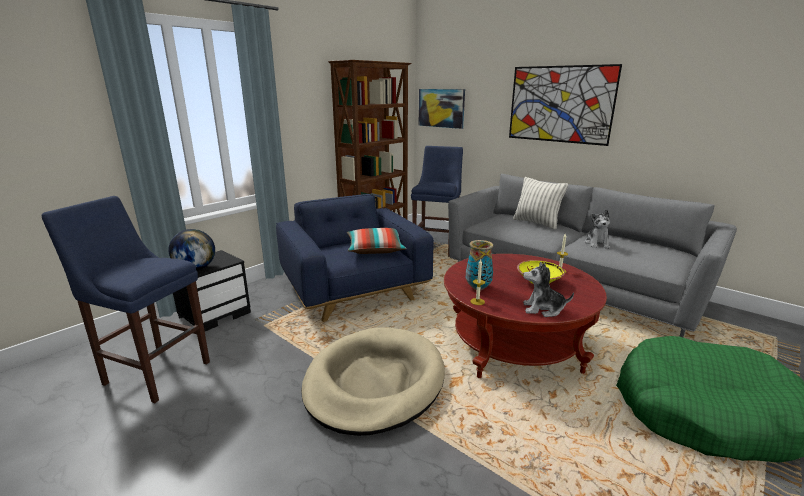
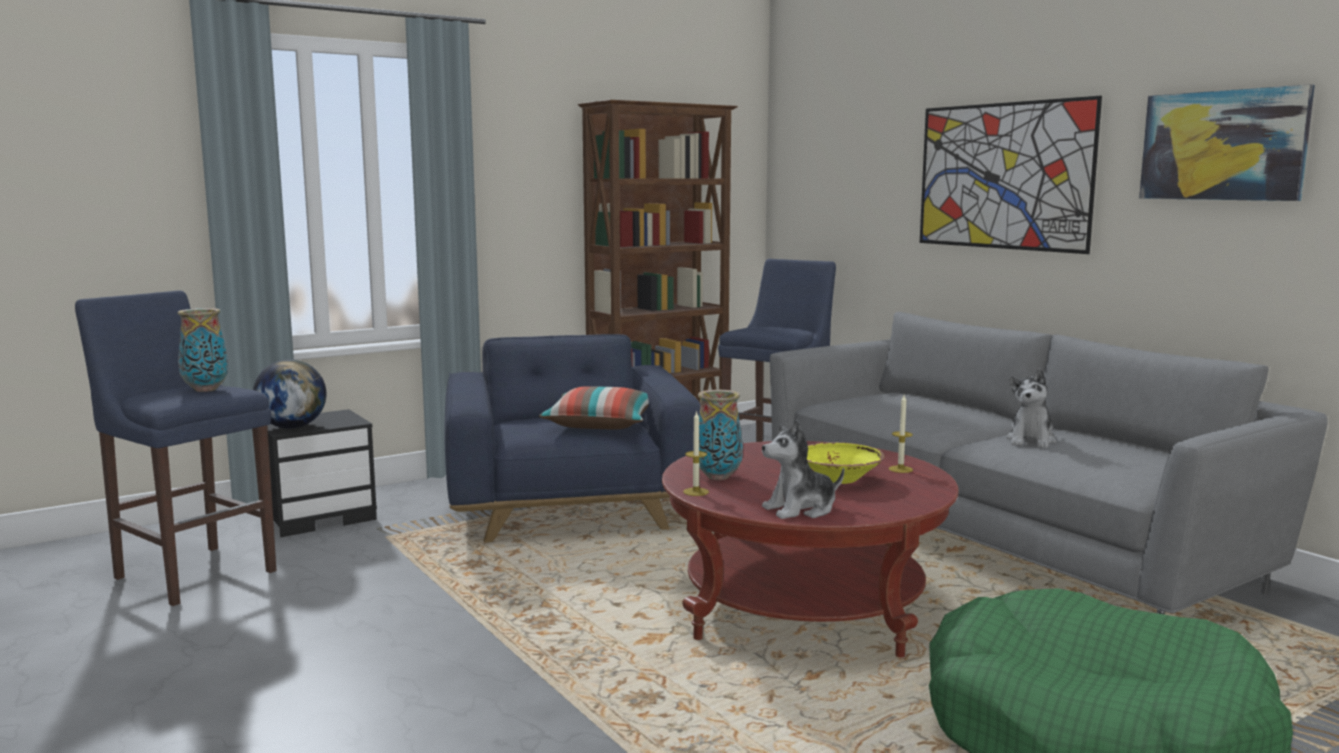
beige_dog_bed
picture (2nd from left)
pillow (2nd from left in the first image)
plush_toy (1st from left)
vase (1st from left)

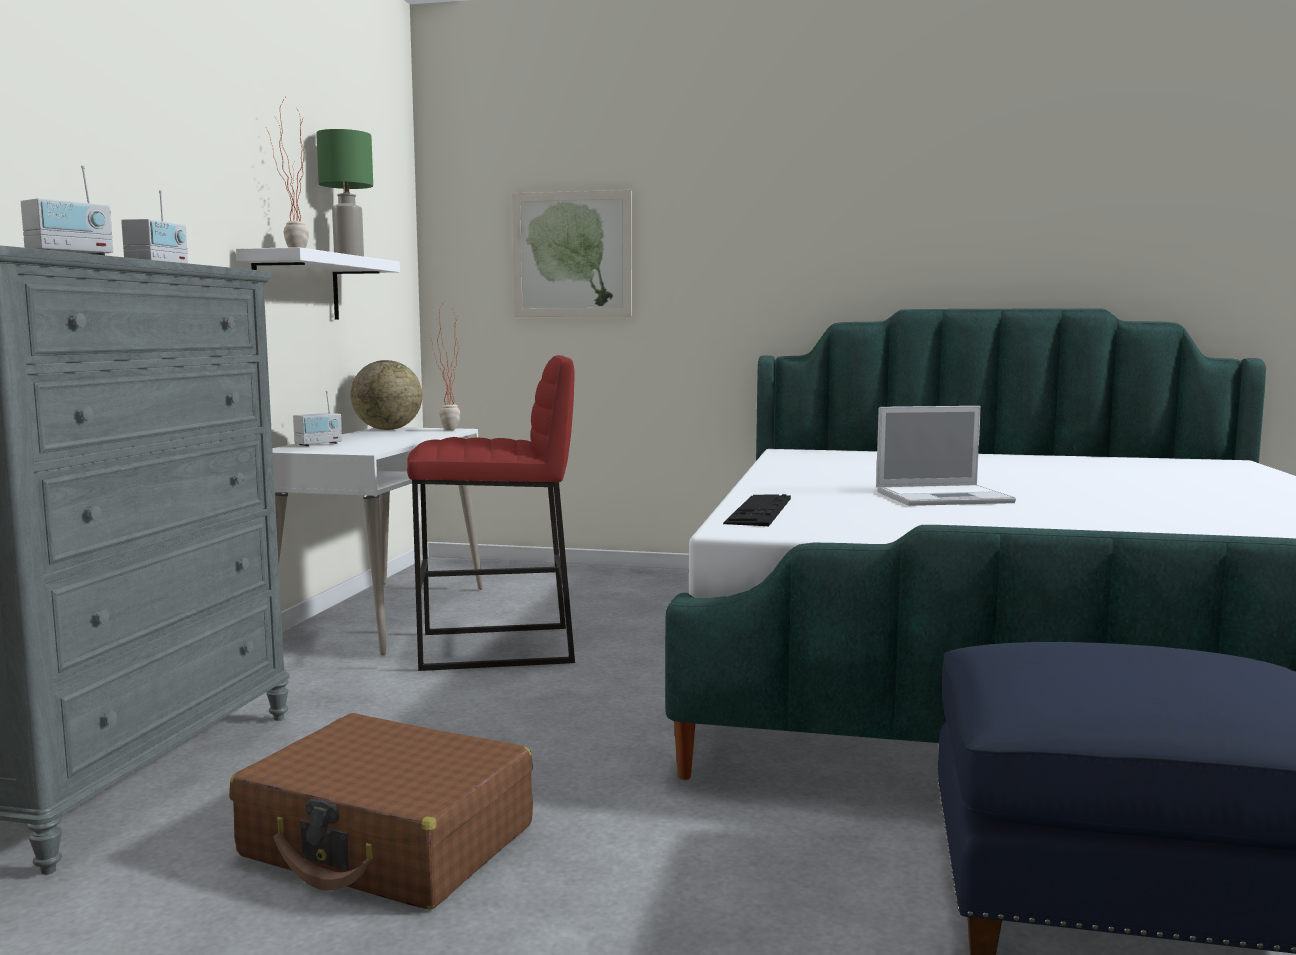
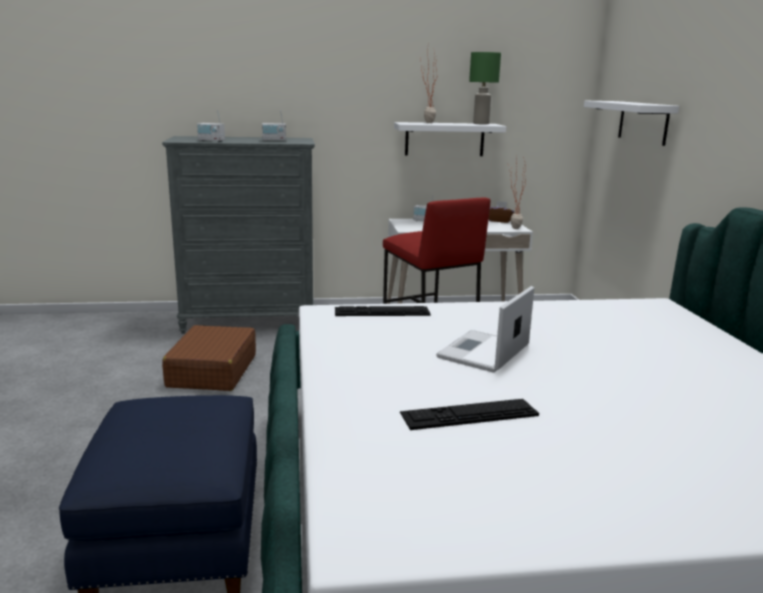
brown_tissue_box
white_shelf (2nd from left)
laptop
keyboard (2nd from left)

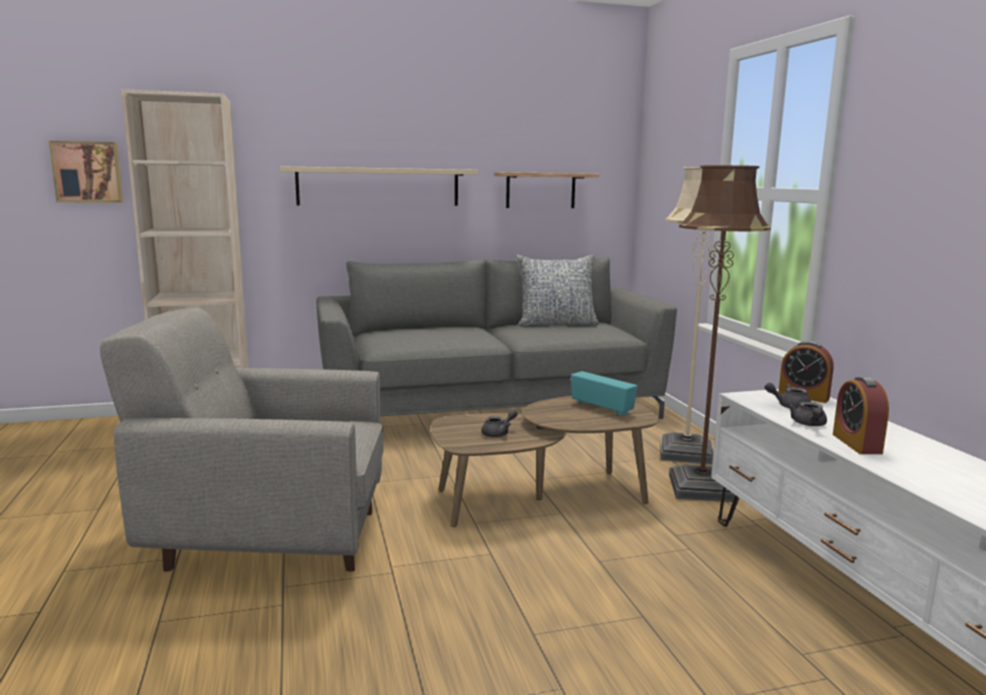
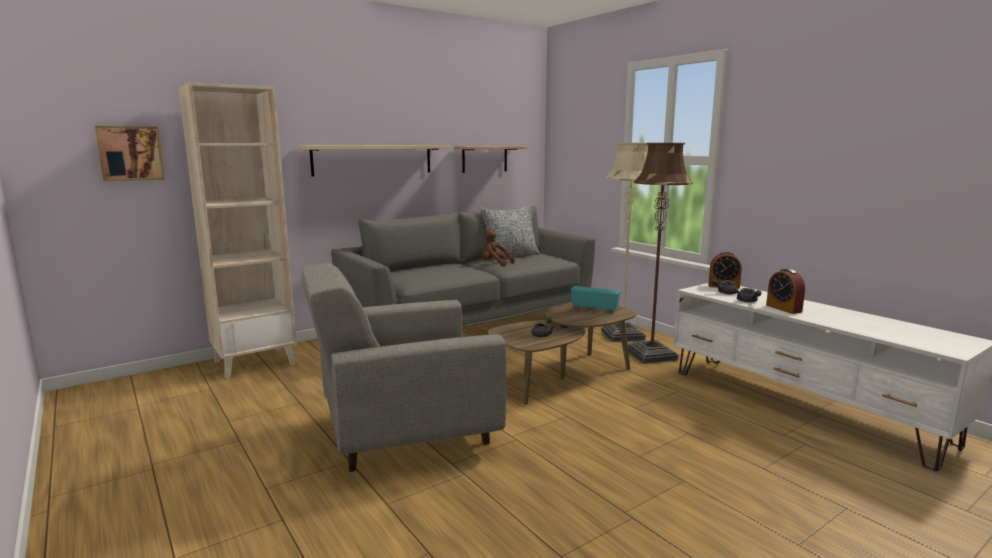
brown_plush_toy

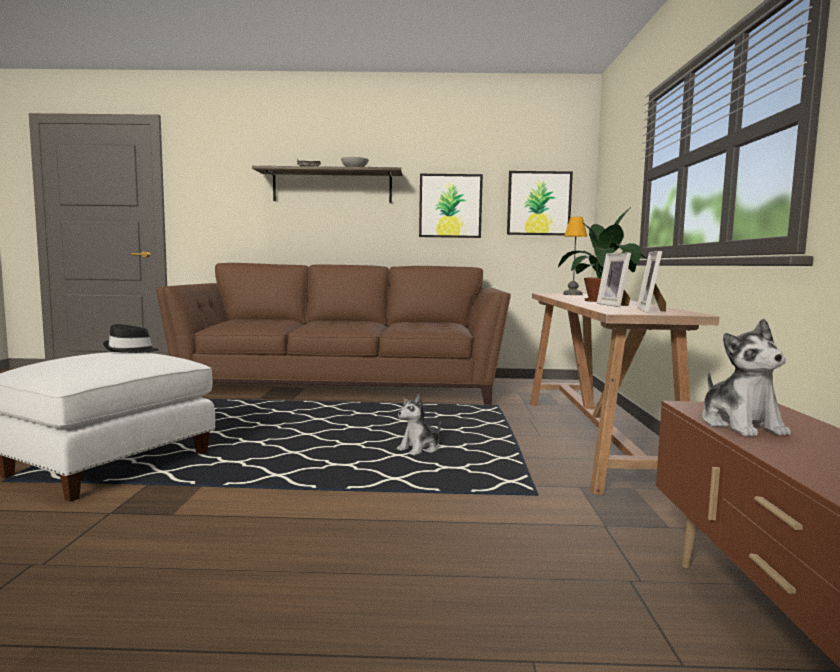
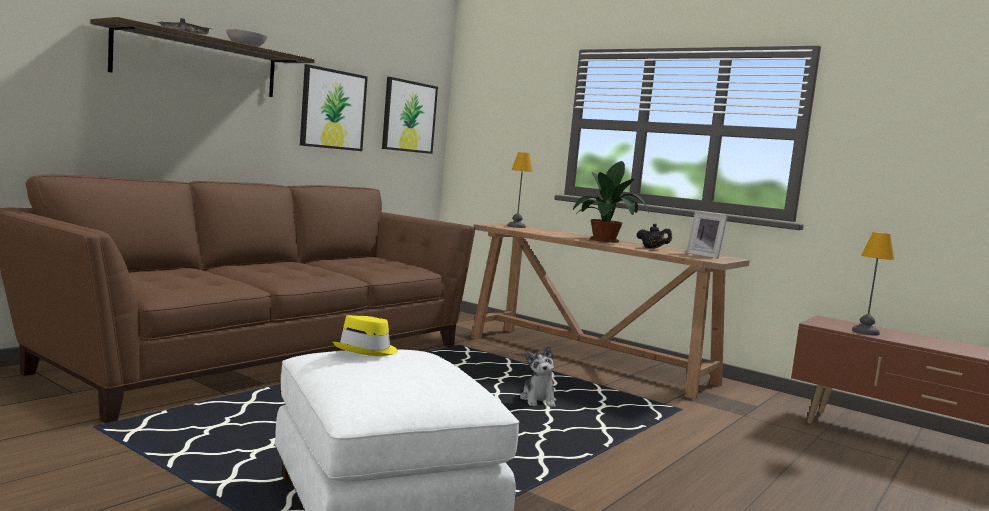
yellow_hat
black_teapot
table_lamp (2nd from left)

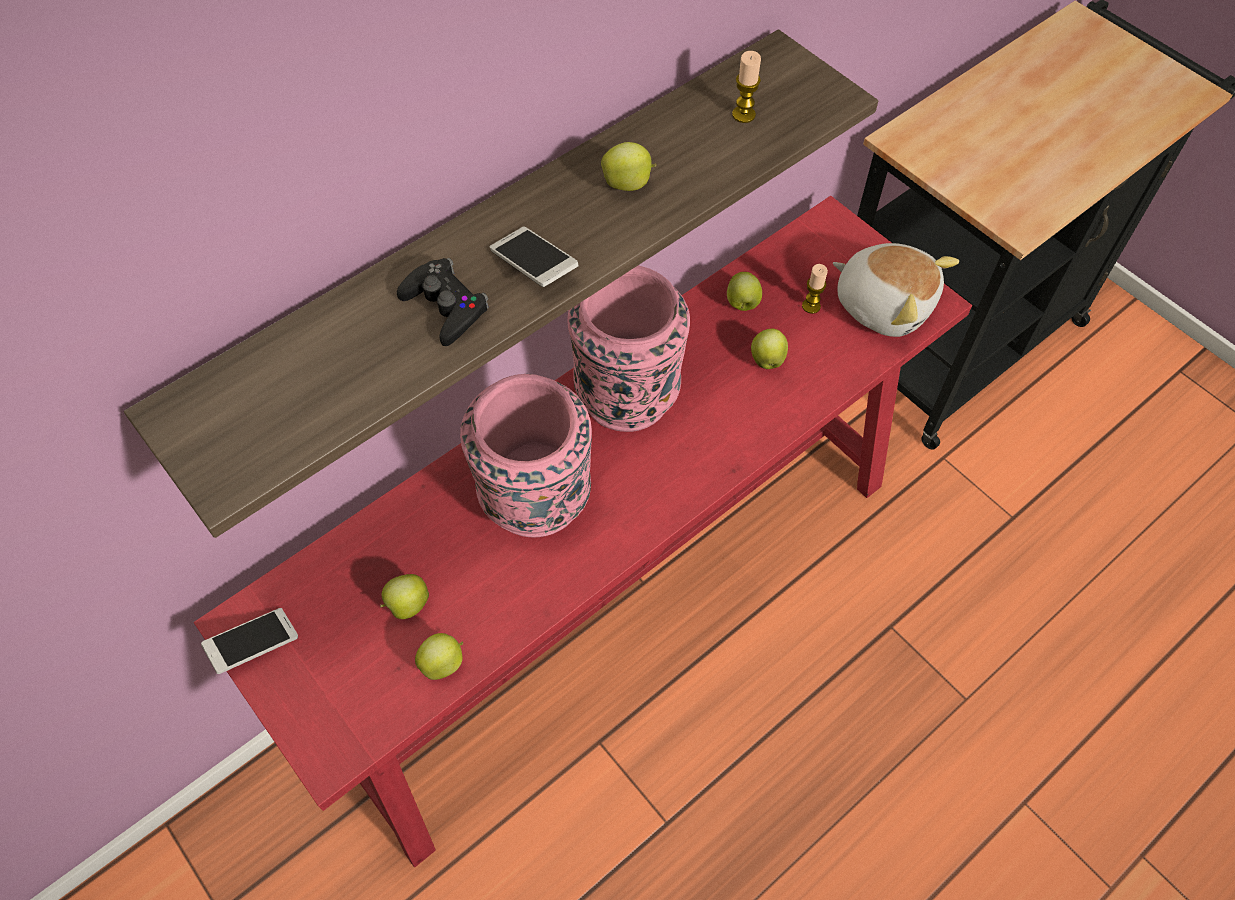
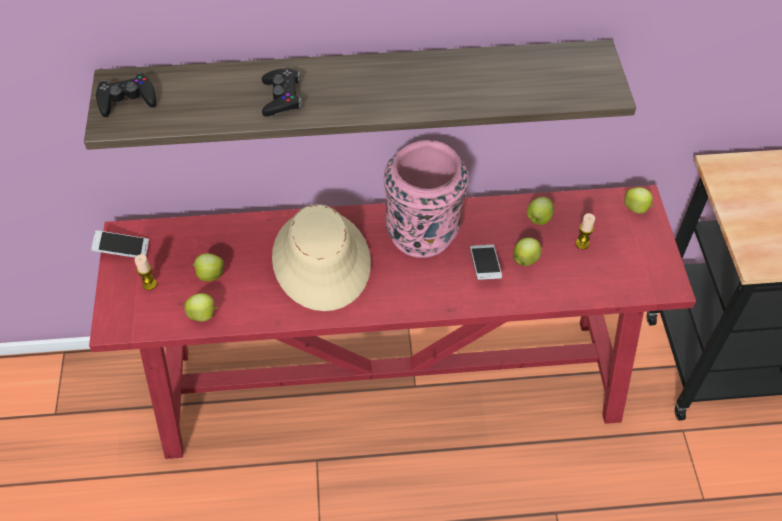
beige_hat
phone (2nd from left)
apple (5th from left)
candle (1st from left)
plush_toy
black_game_controller (1st from left)

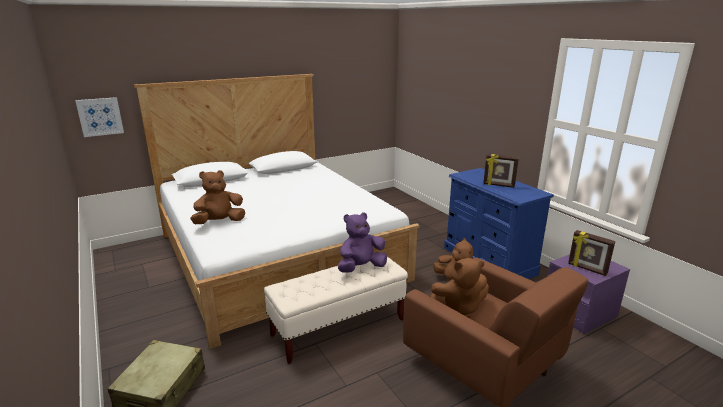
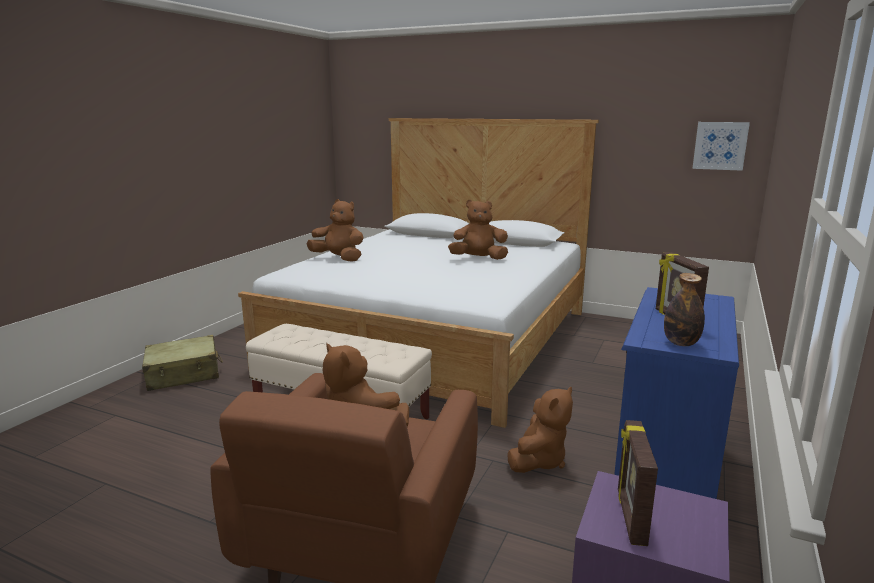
picture
purple_plush_toy
brown_plush_toy (3rd from left)
bottle

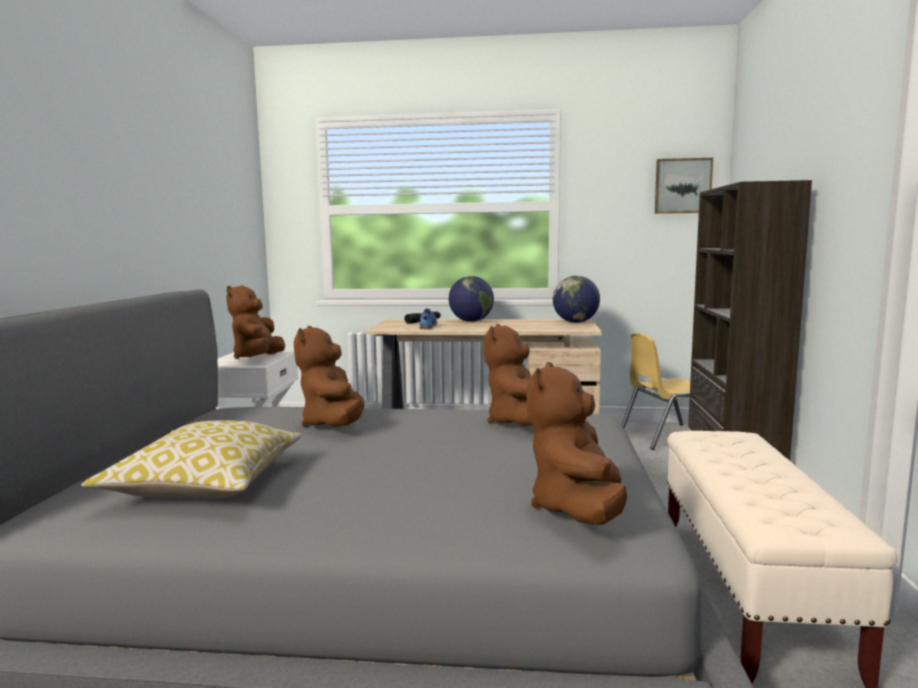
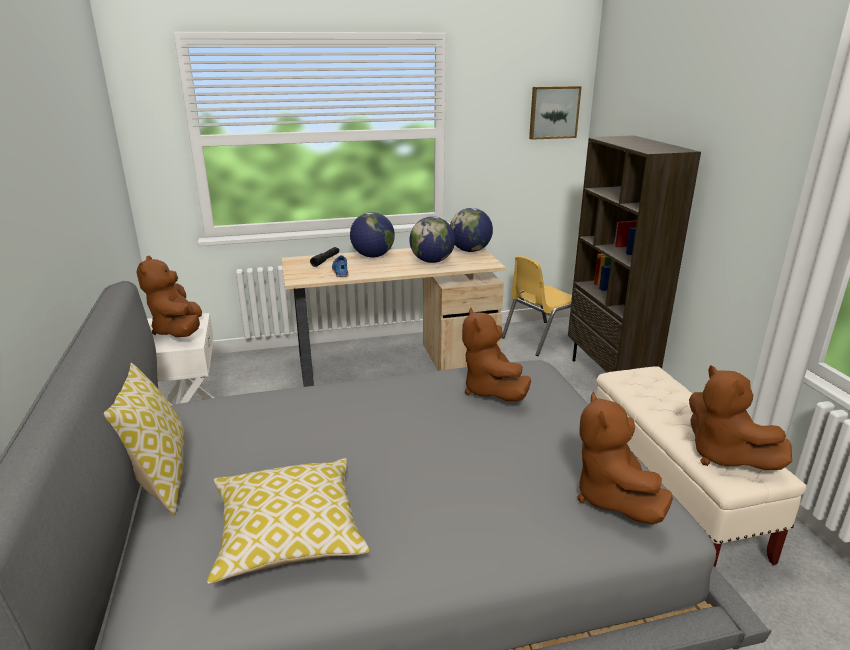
brown_plush_toy (4th from left)
pillow (1st from left)
globe (2nd from left)

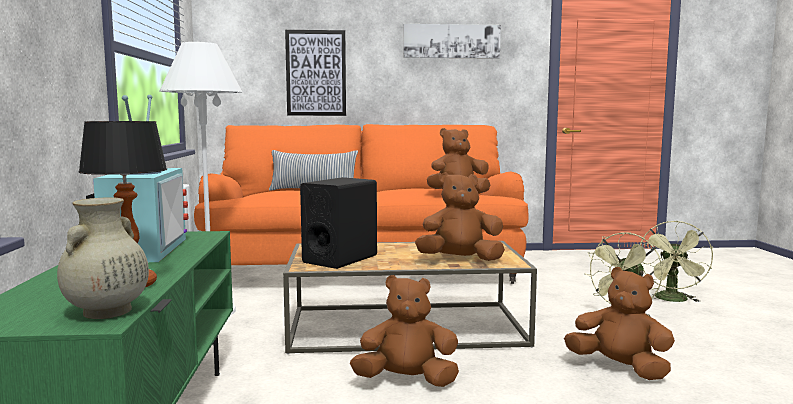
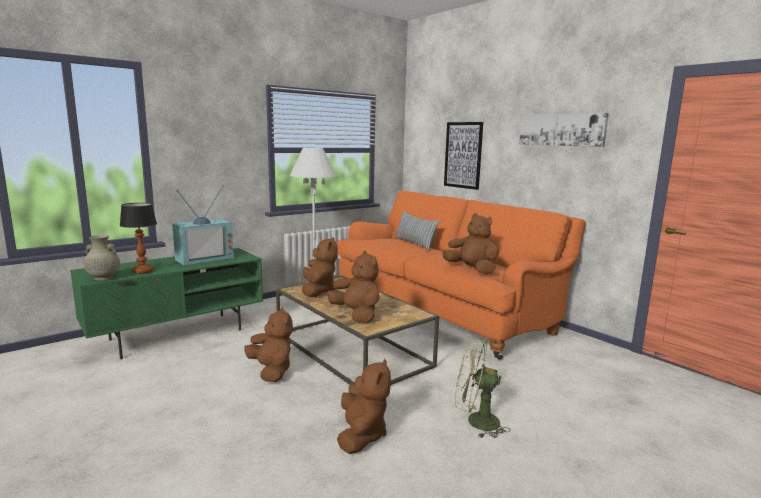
brown_plush_toy (2nd from left)
green_fan (2nd from left in the first image)

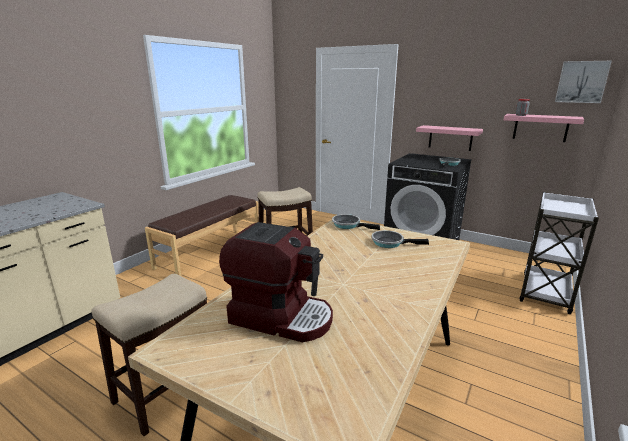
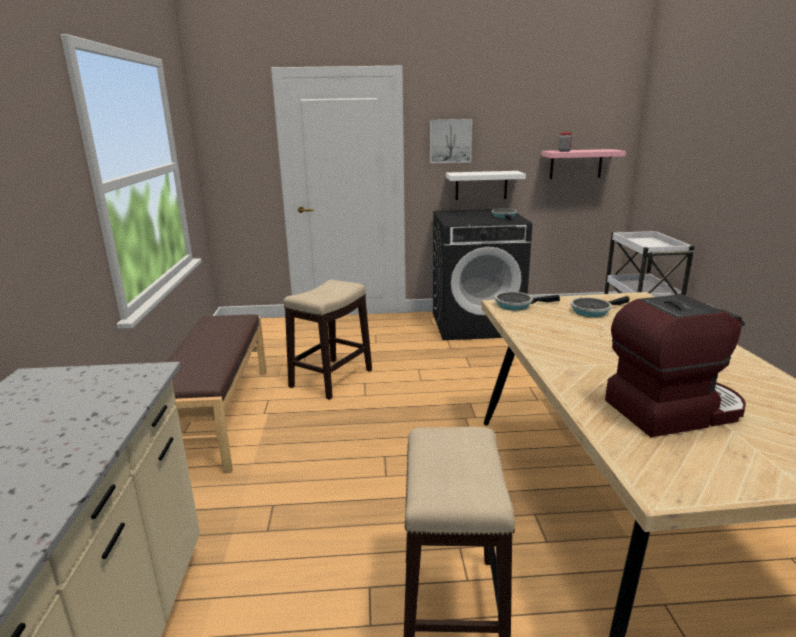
white_shelf
picture

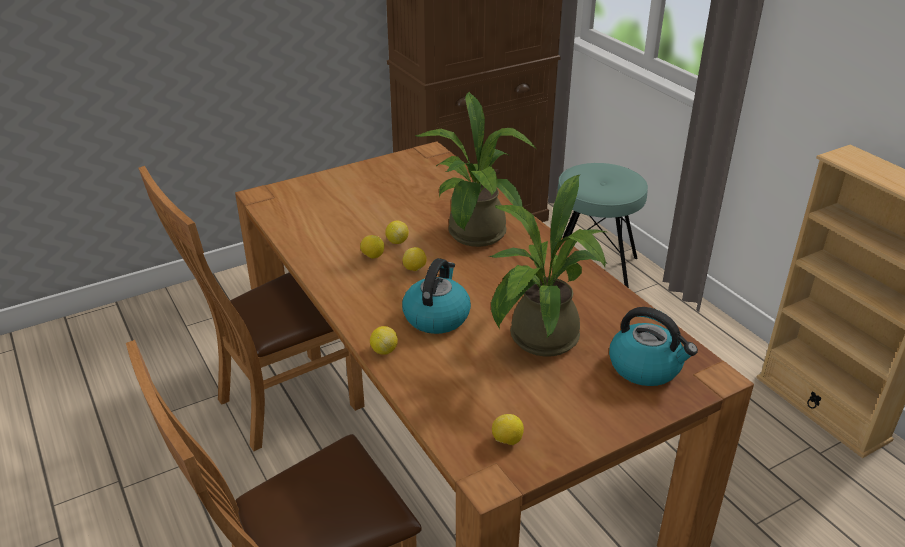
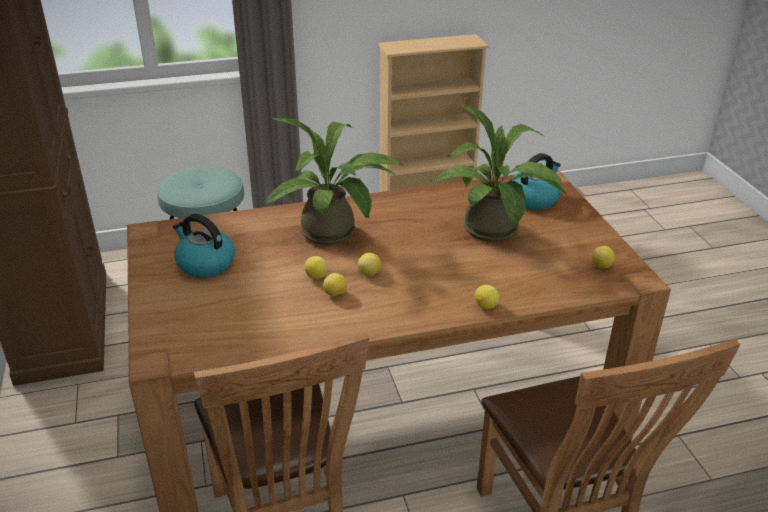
kettle (1st from left)

